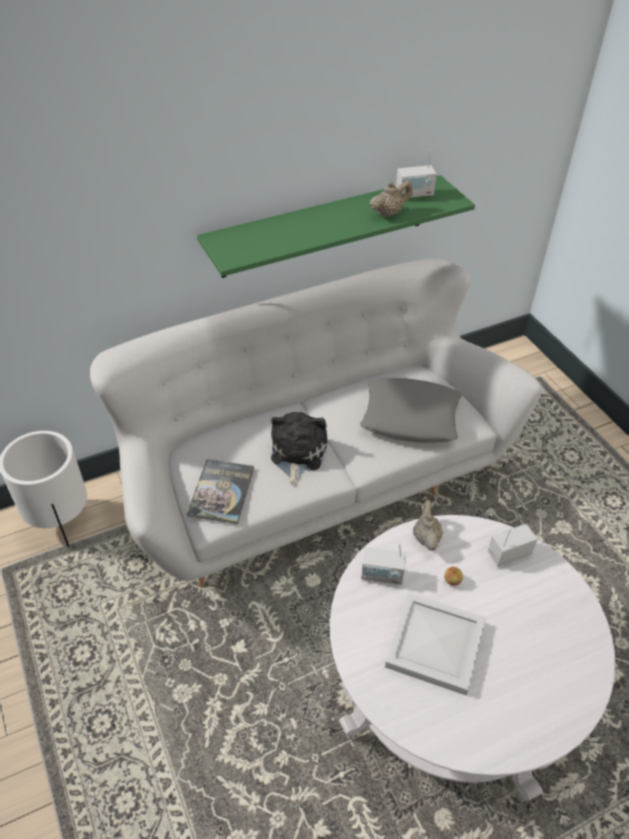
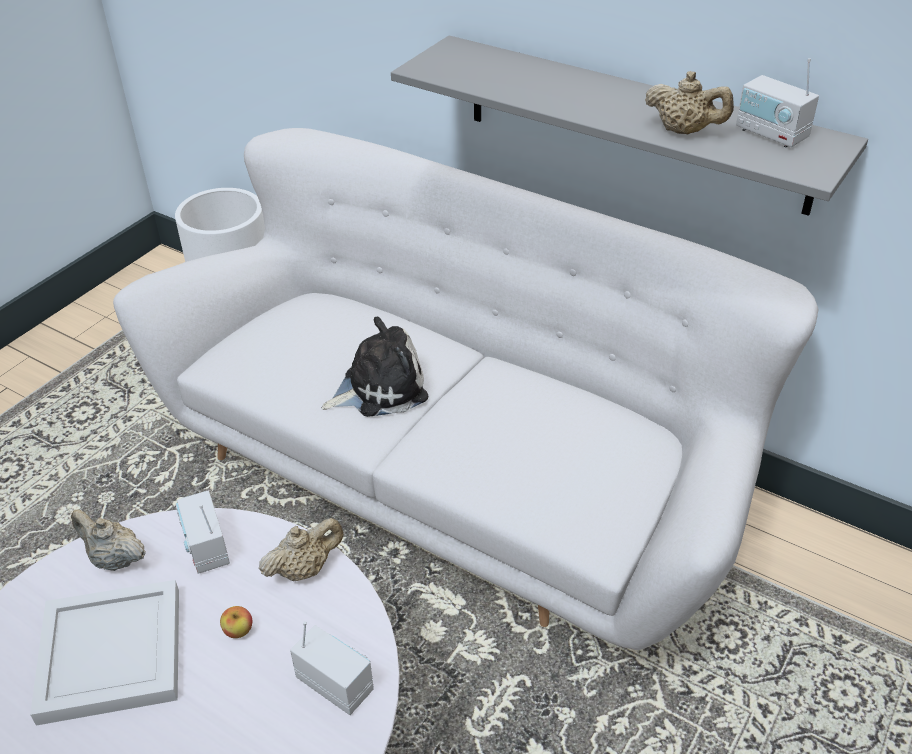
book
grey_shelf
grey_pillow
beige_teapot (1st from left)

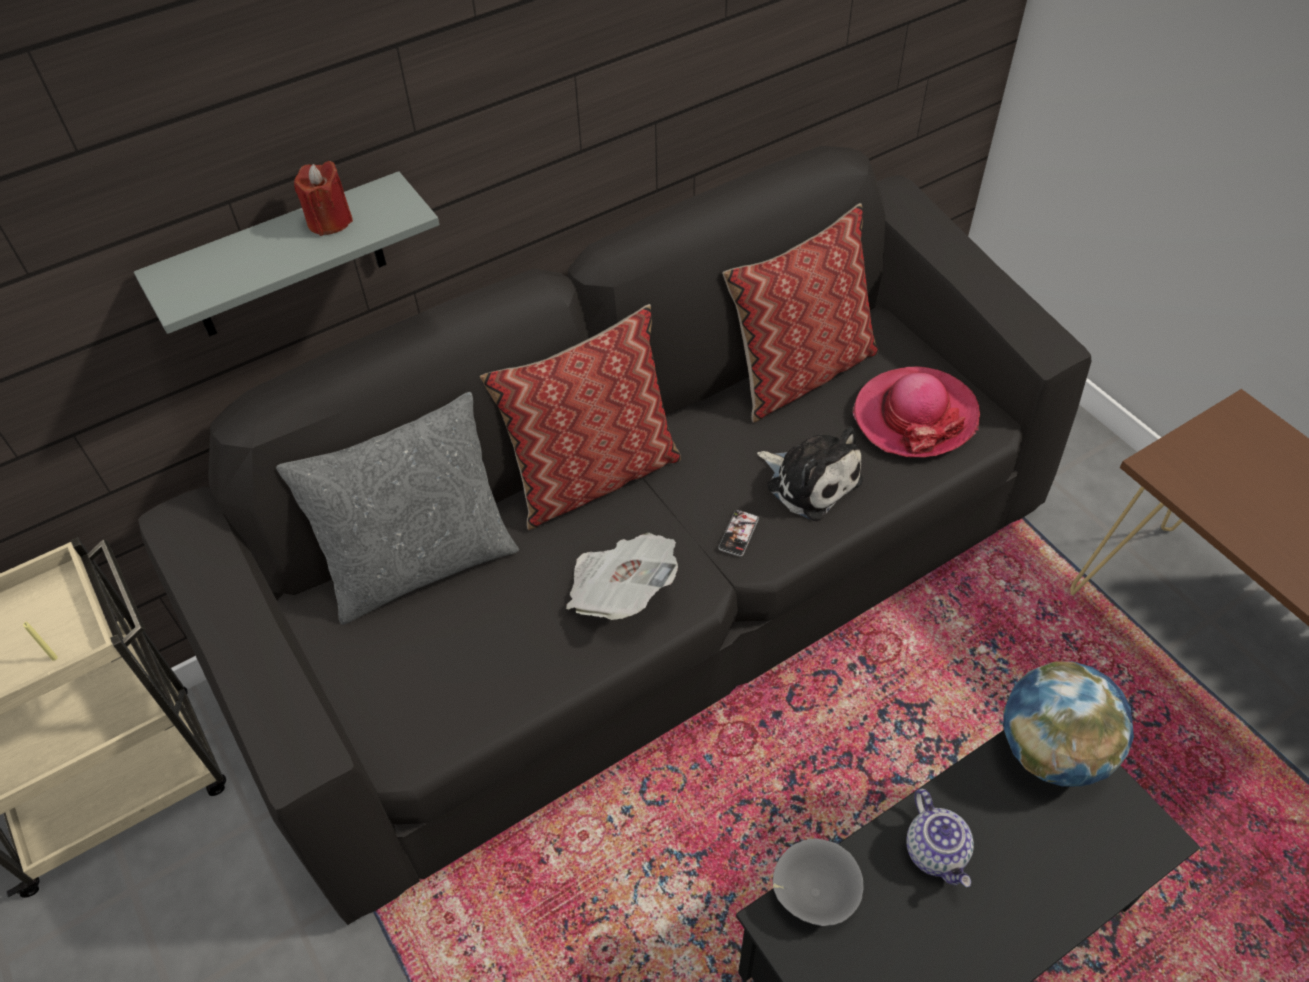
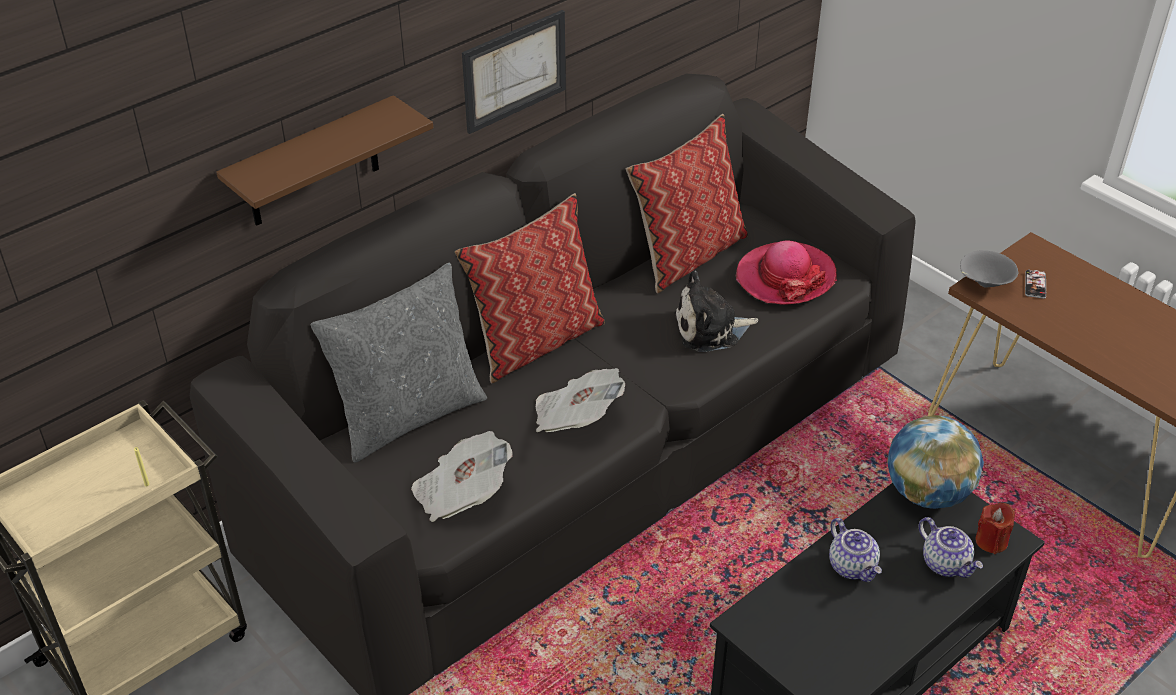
brown_shelf
red_candle
phone
plush_toy
grey_bowl
newspaper (1st from left)
picture
teapot (2nd from left)

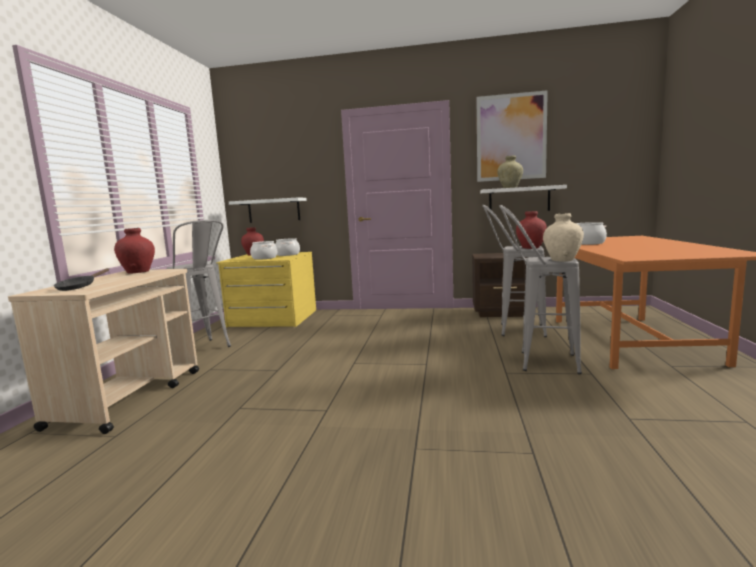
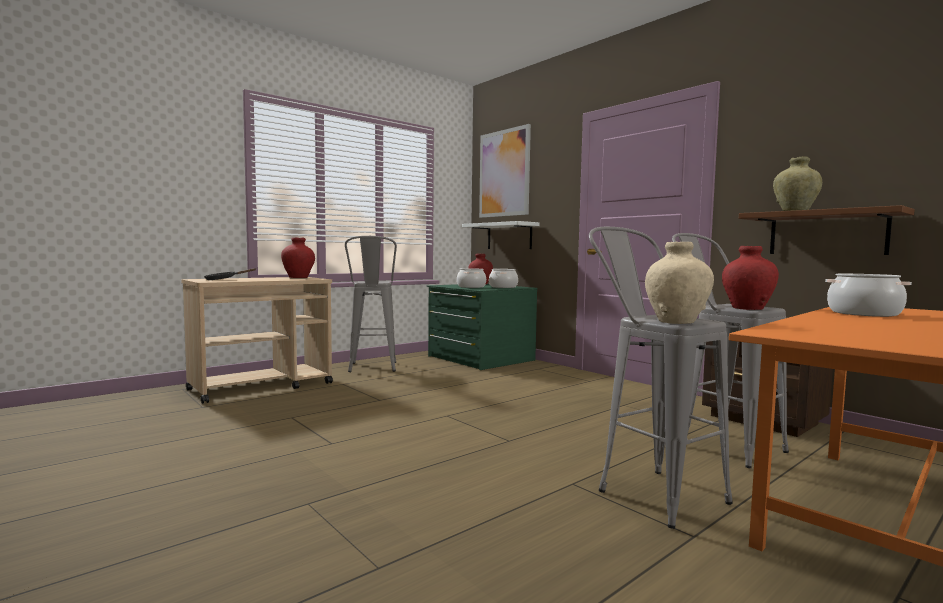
green_dresser
picture
brown_shelf

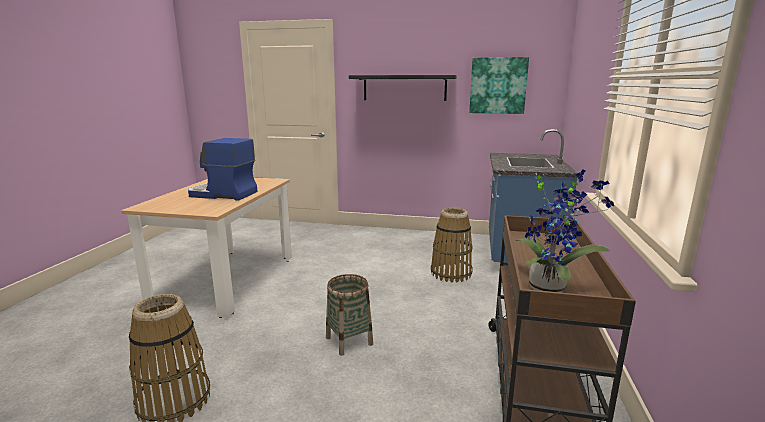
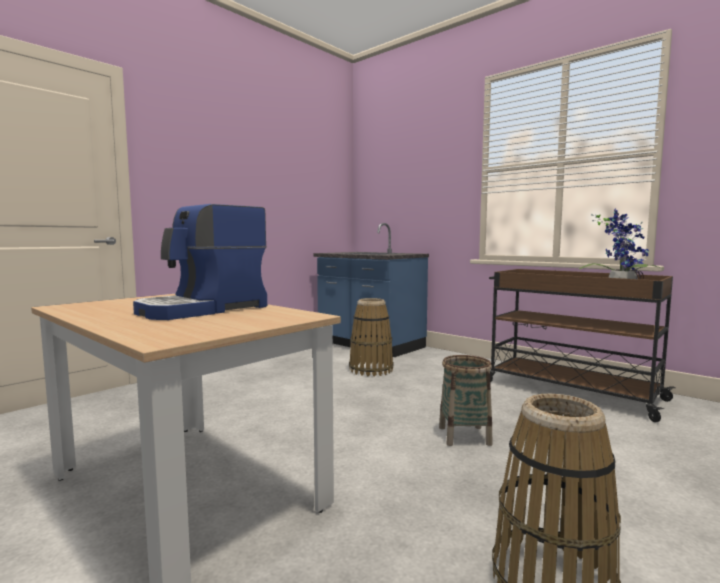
black_shelf
picture

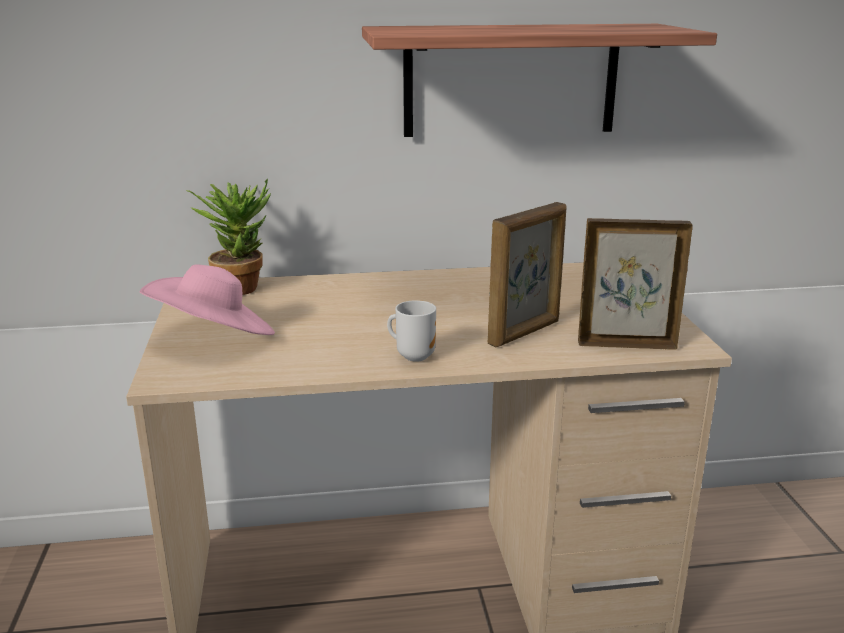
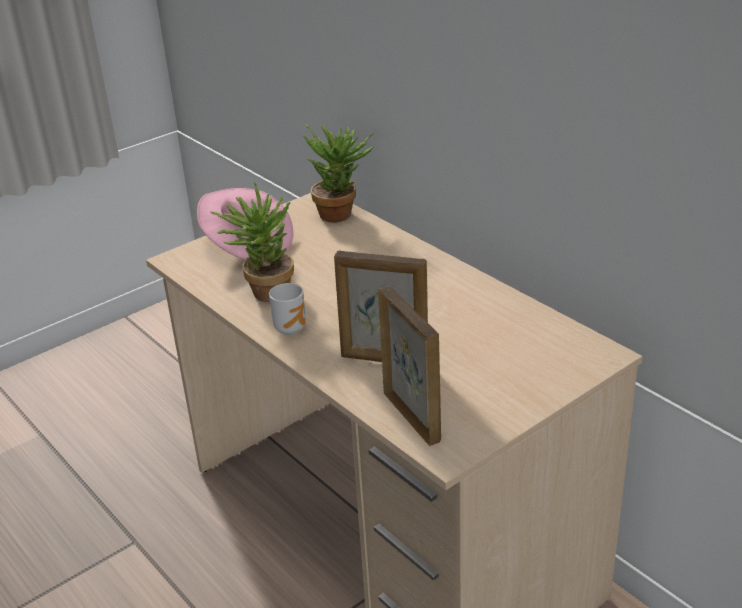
shelf
potted_plant (1st from left)

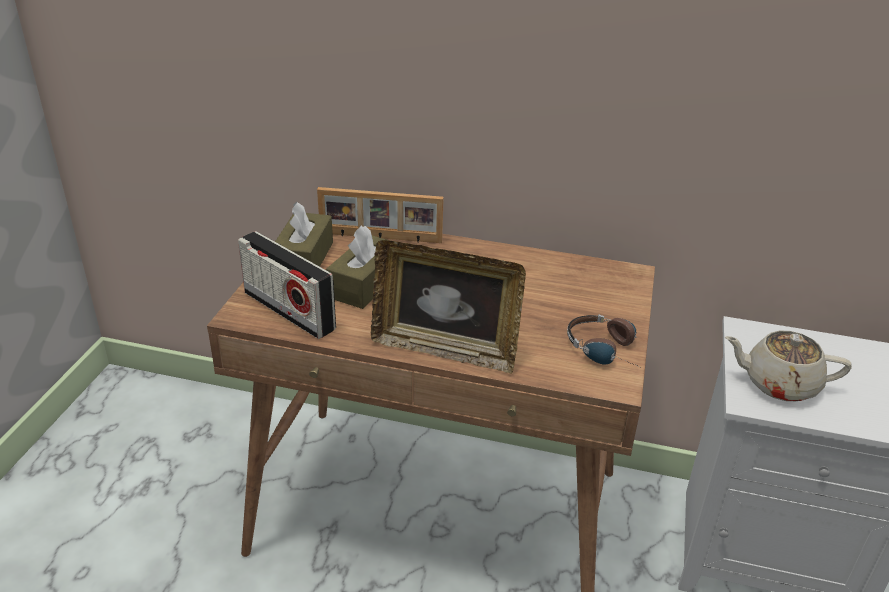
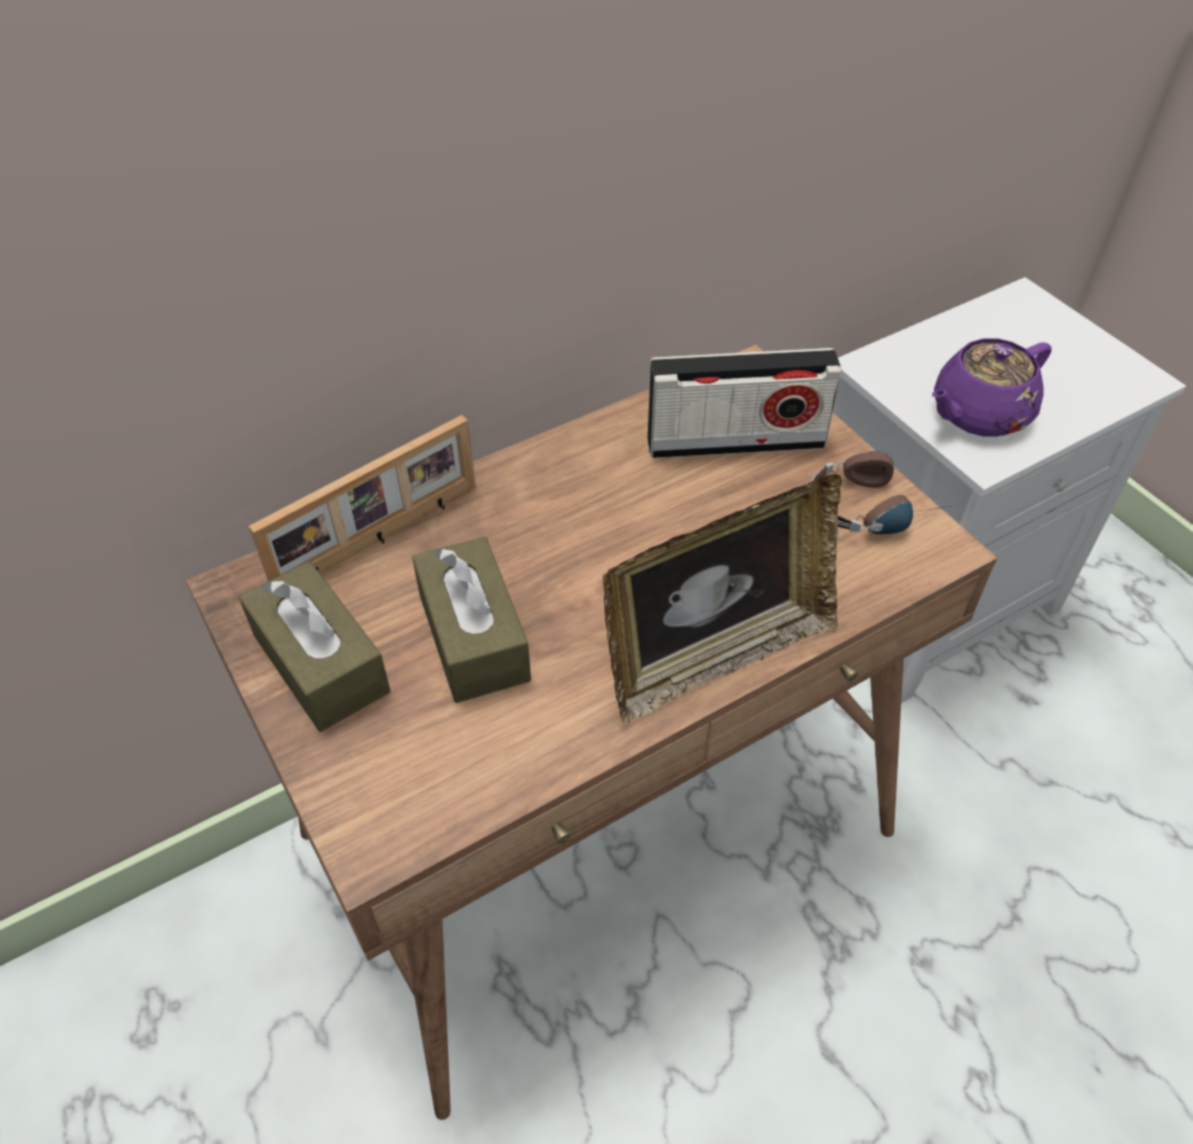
radio
purple_teapot

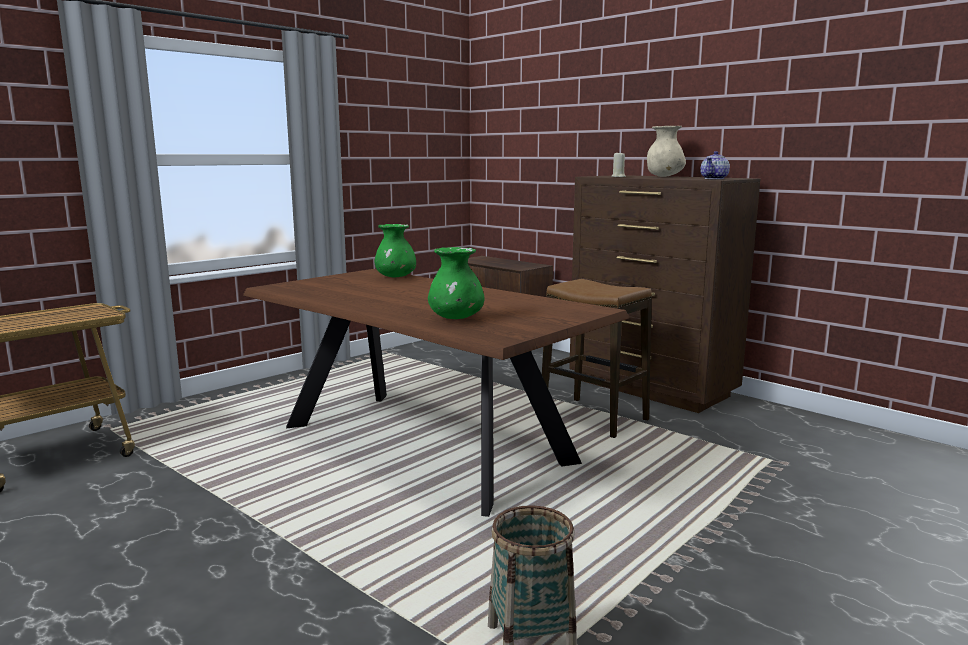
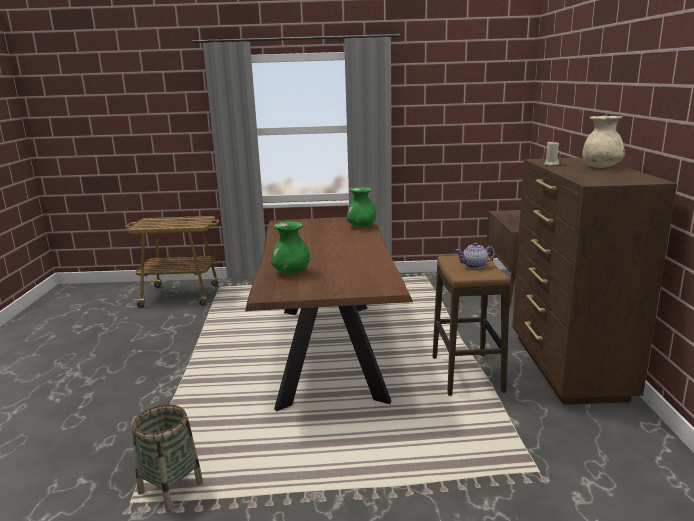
teapot

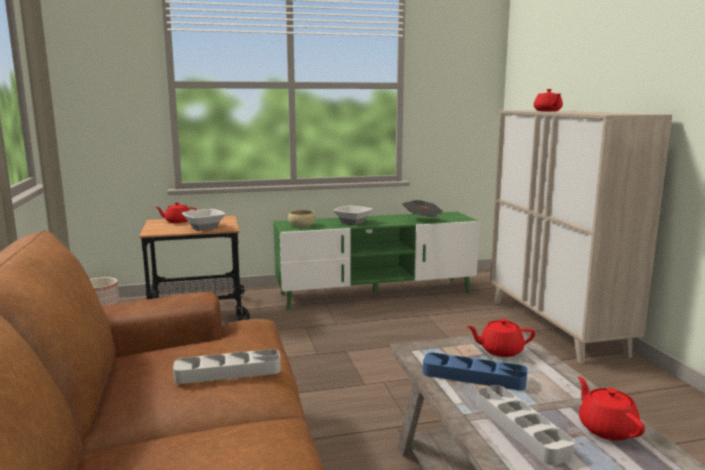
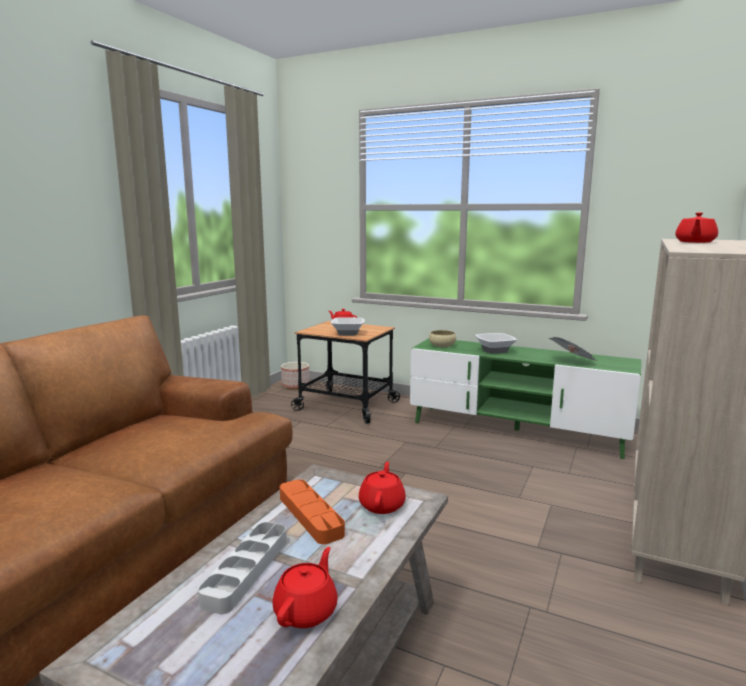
grey_tray (1st from left in the first image)
orange_tray
red_teapot (3rd from left)

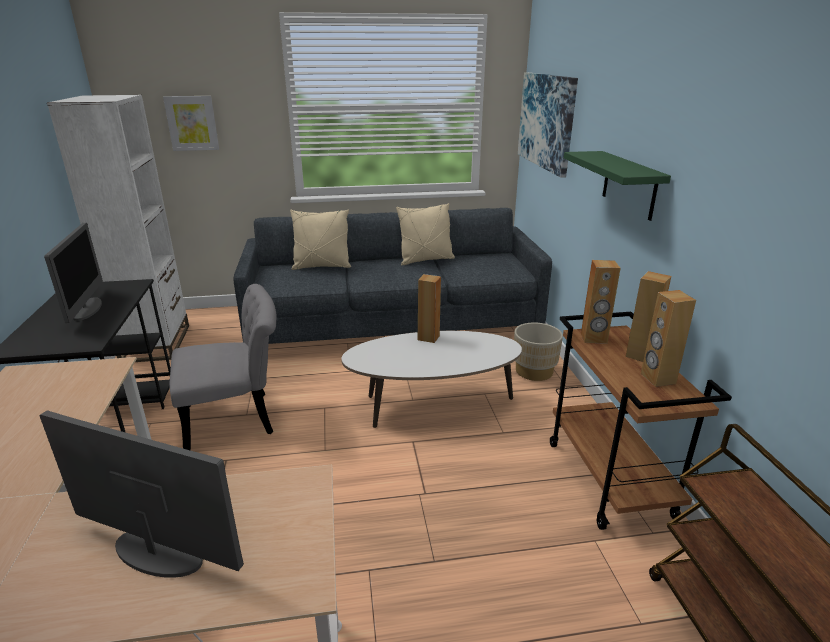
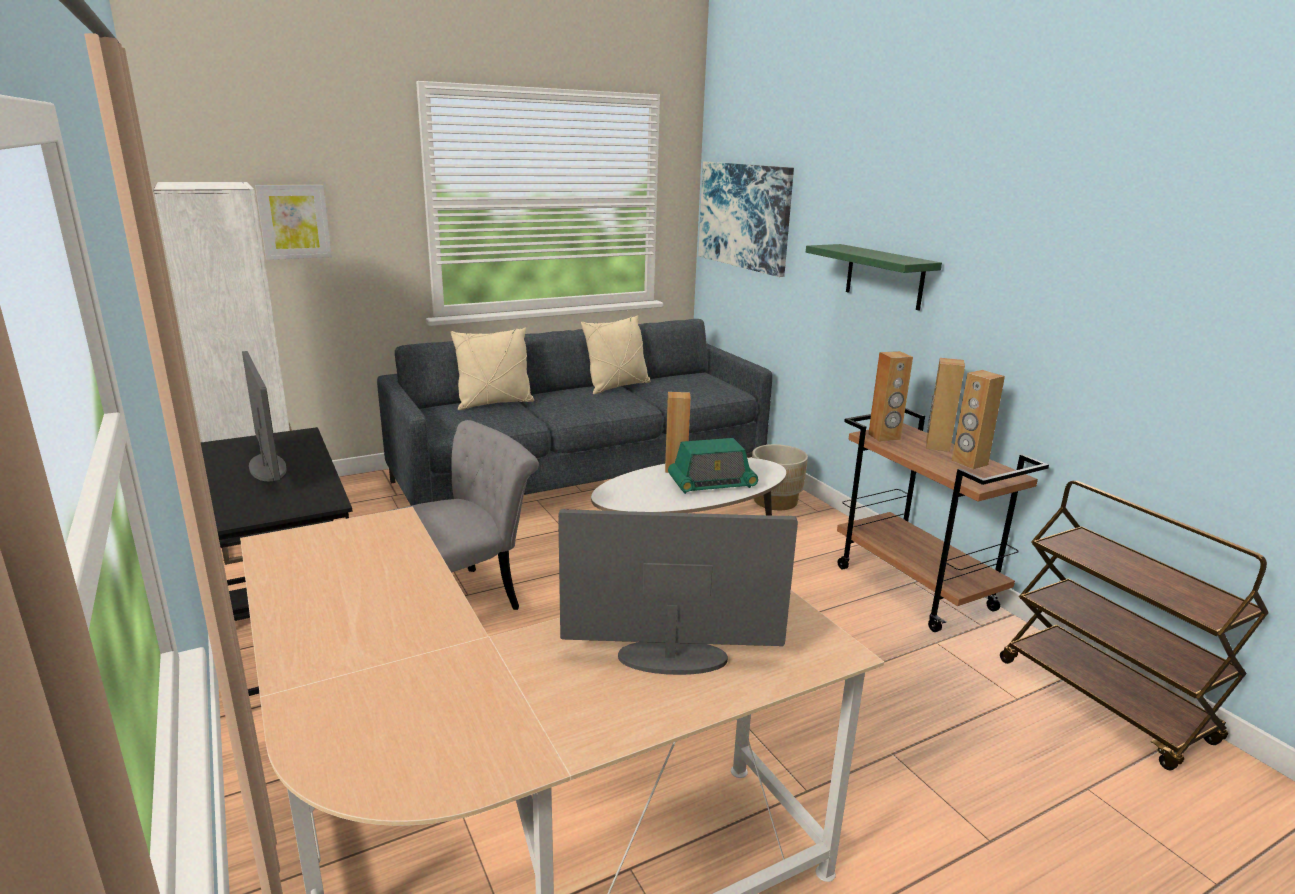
radio

